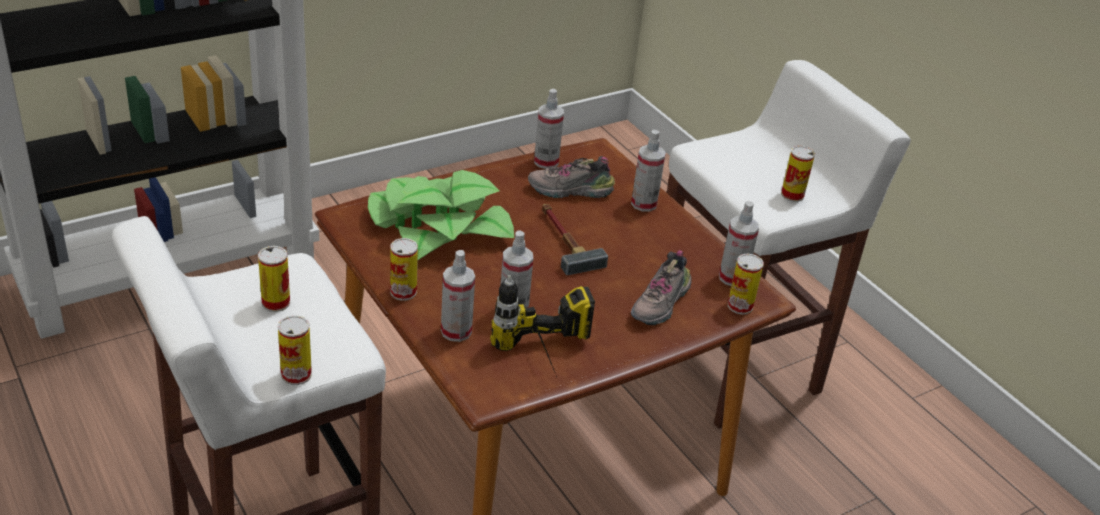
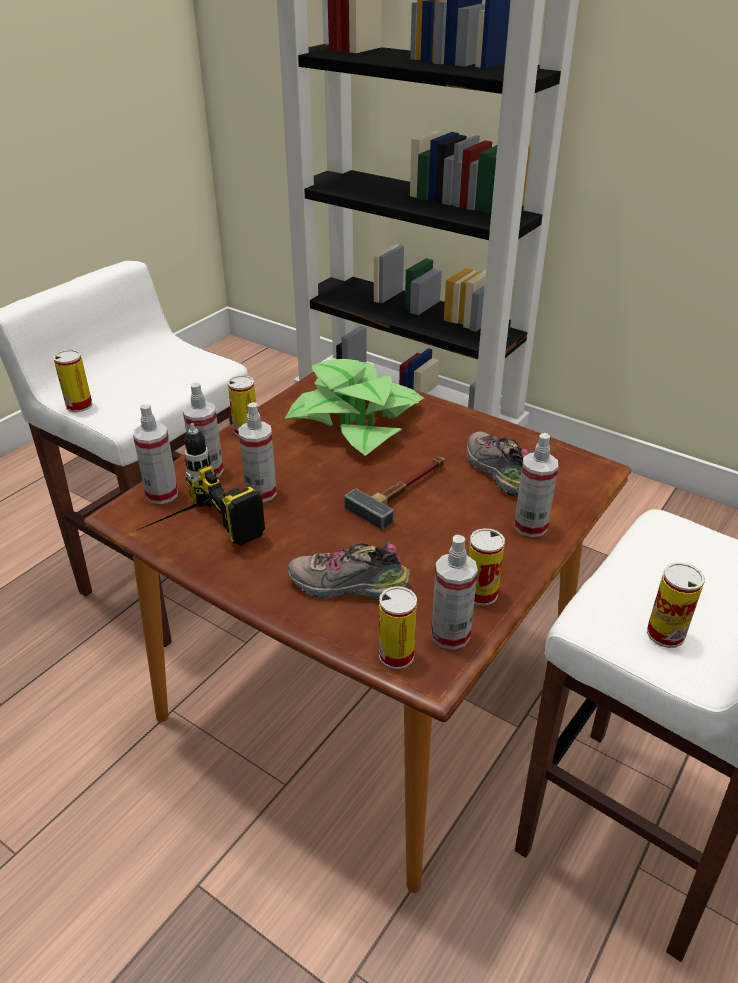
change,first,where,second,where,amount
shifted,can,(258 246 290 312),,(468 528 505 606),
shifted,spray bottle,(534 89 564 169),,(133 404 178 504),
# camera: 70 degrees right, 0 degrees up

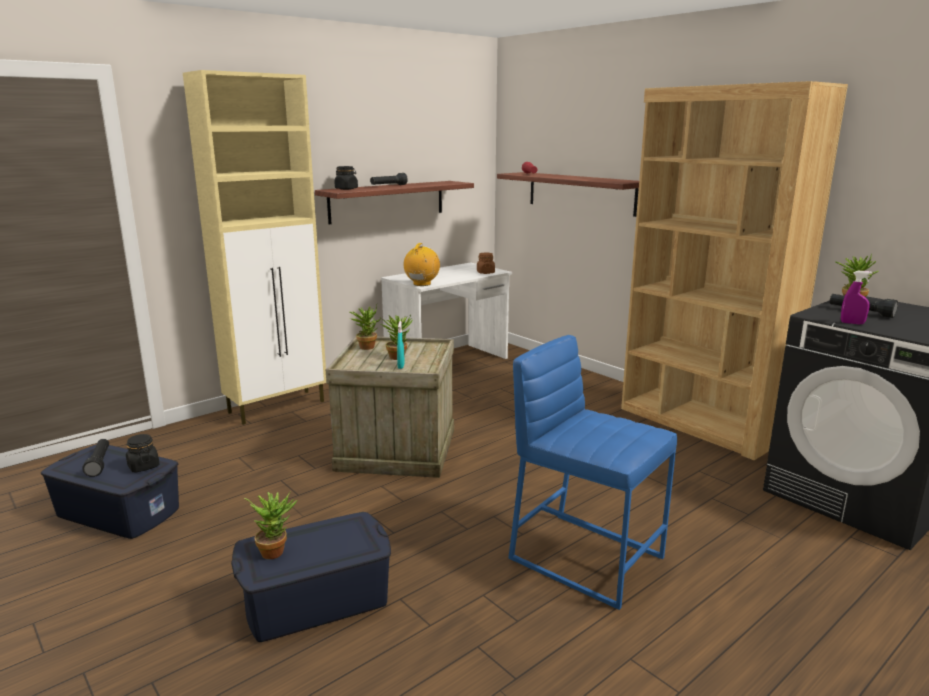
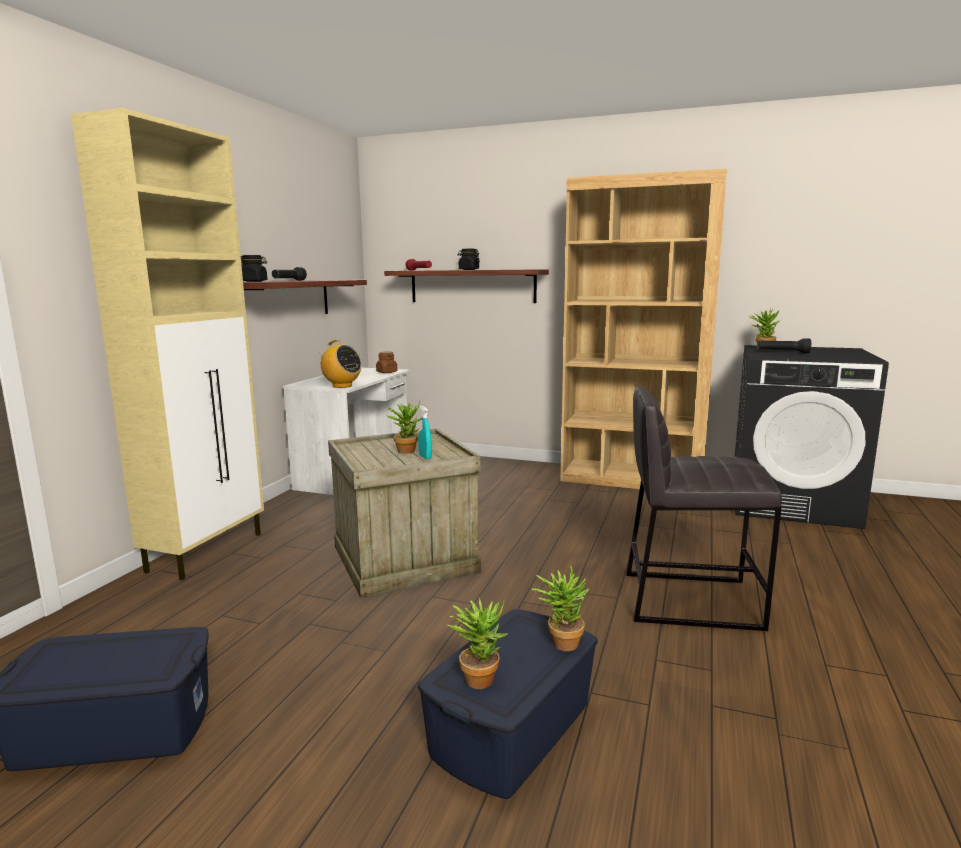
change,first,where,second,where,amount
gone,black flashlight,(82 439 109 477),,,
gone,purple spray bottle,(841 271 873 324),,,
shifted,black jar,(126 434 160 472),,(458 249 480 270),
shifted,potted plant,(349 305 381 350),,(532 563 589 651),
repainted,blue stool,(509 335 677 610),grey stool,(626 386 782 631),
rotated,radio,(404 243 440 286),,(317 340 362 388),135 degrees clockwise
# camera: 30 degrees left, 5 degrees down

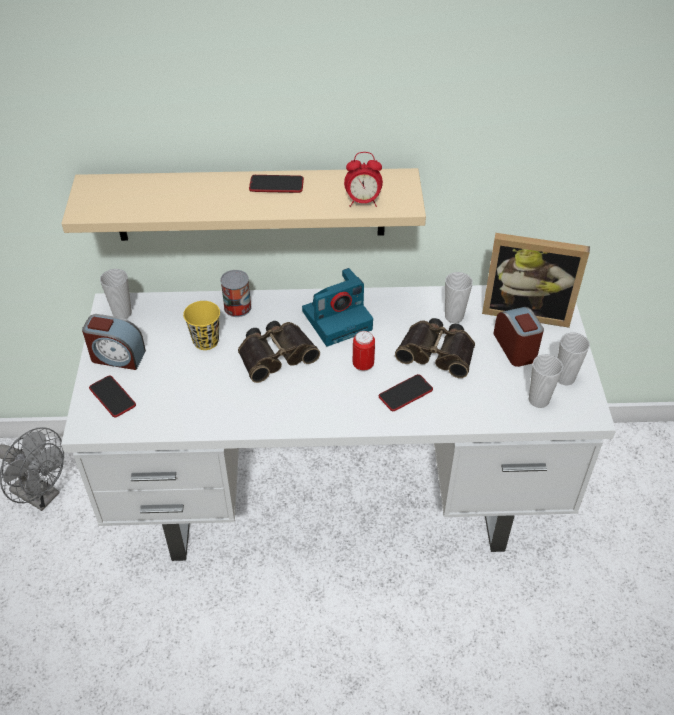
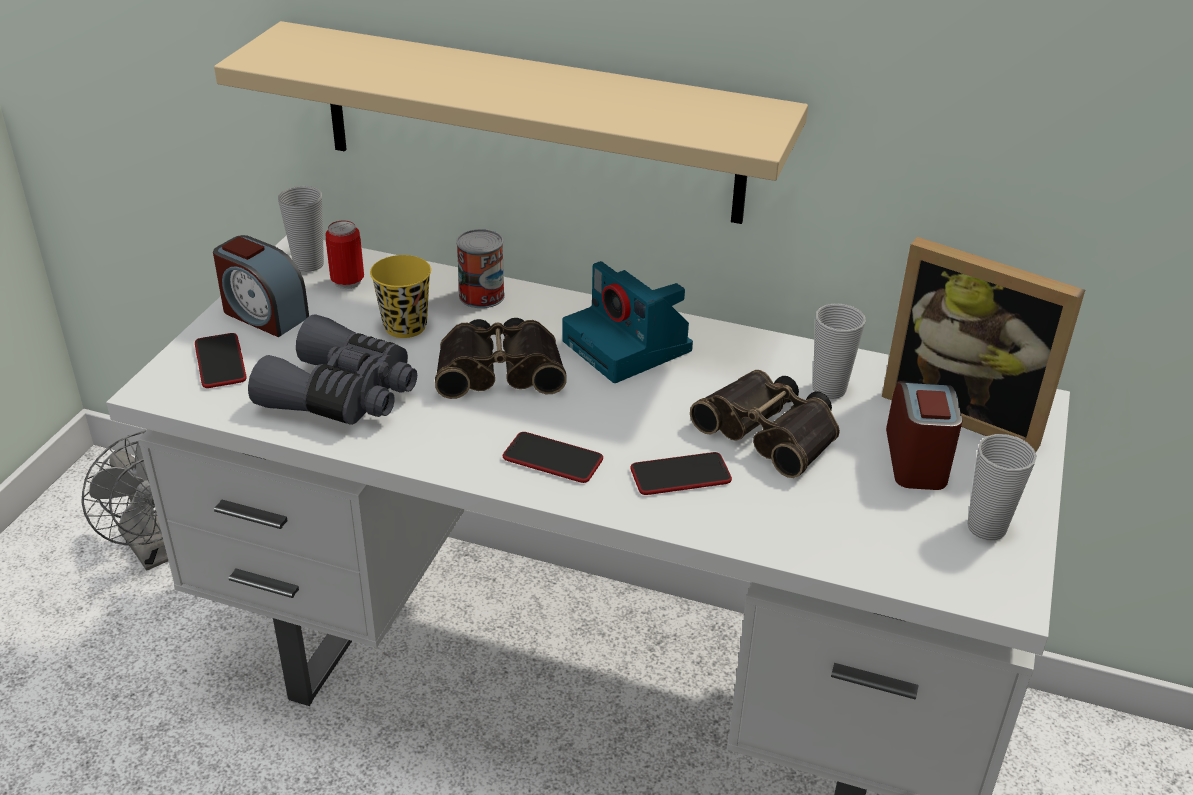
change,first,where,second,where,amount
gone,alarm clock,(344 152 383 207),,,
gone,cup,(529 354 563 408),,,
new,,,grey binoculars,(248 314 417 425),
shifted,phone,(249 175 304 193),,(503 432 603 483),
shifted,can,(353 331 375 372),,(325 221 364 289),
rotated,photo camera,(302 268 373 346),,(562 261 693 383),60 degrees clockwise
# camera: 20 degrees right, 10 degrees down

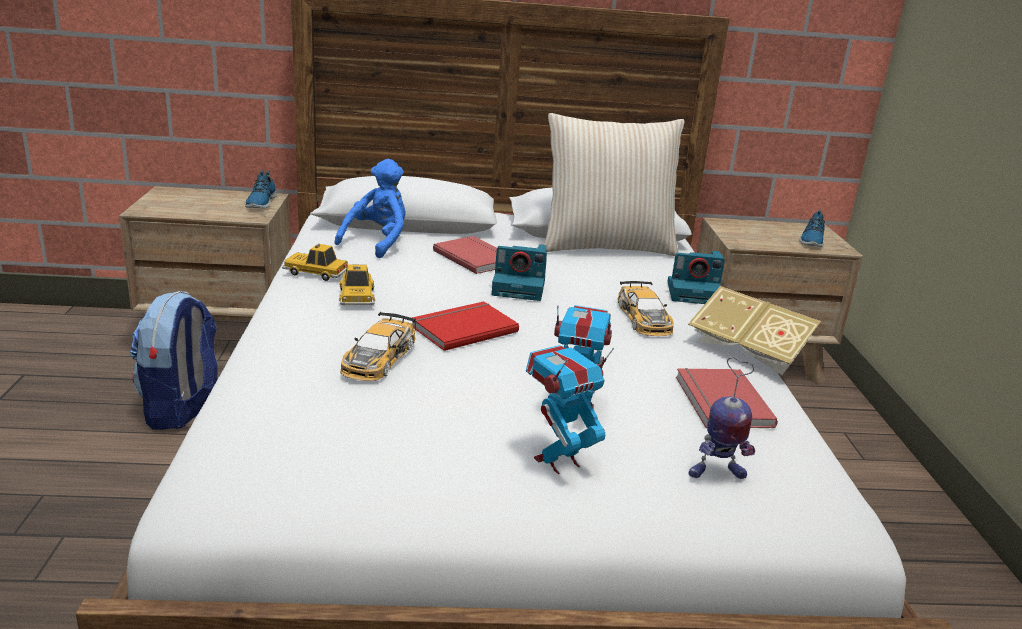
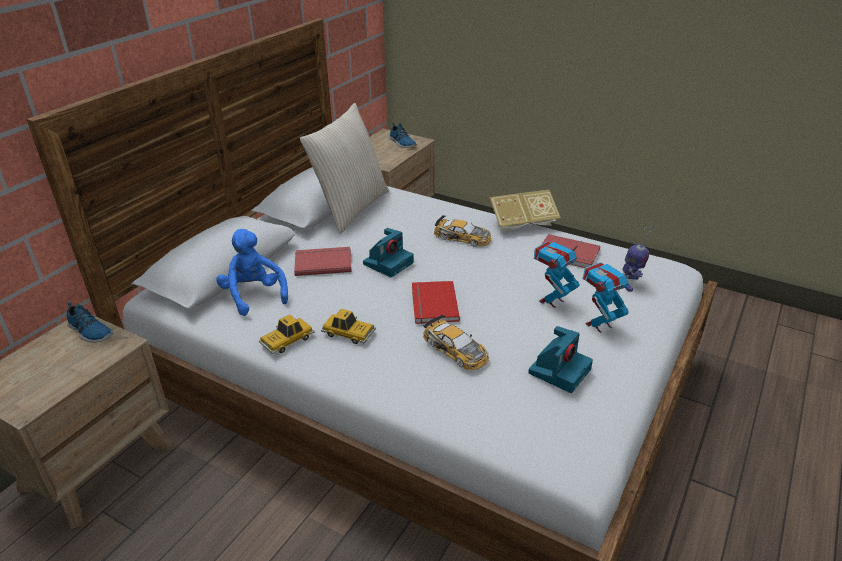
change,first,where,second,where,amount
gone,backpack,(130 291 218 430),,,
shifted,photo camera,(667 251 725 304),,(528 326 593 393),
rotated,toy robot,(526 345 614 474),,(583 262 635 333),60 degrees clockwise
# camera: 55 degrees left, 10 degrees up

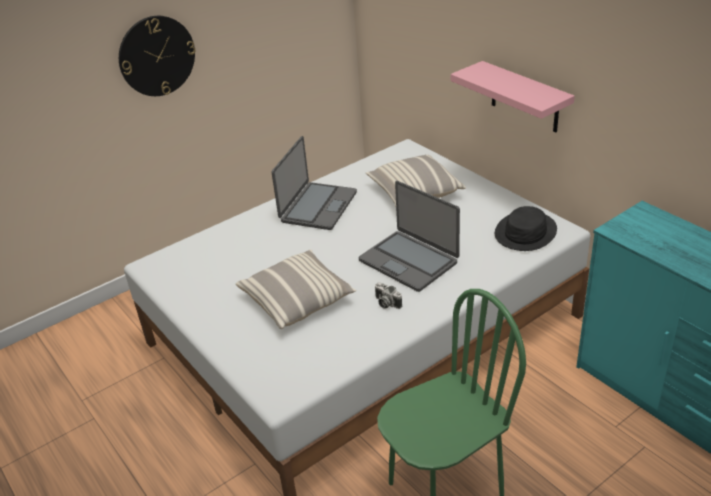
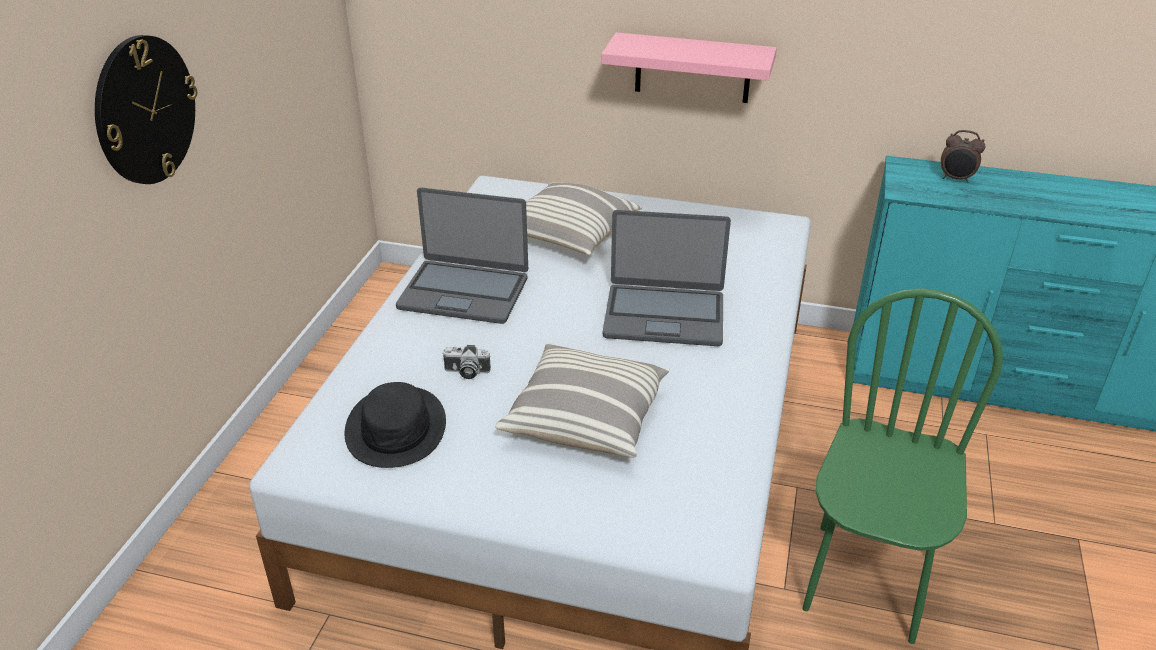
change,first,where,second,where,amount
new,,,alarm clock,(941 130 985 183),
shifted,photo camera,(375 282 402 309),,(442 345 491 379),
shifted,black hat,(495 206 557 251),,(345 382 446 468),
rotated,laptop,(271 136 357 230),,(396 187 528 324),120 degrees clockwise
# camera: 40 degrees left, 0 degrees up

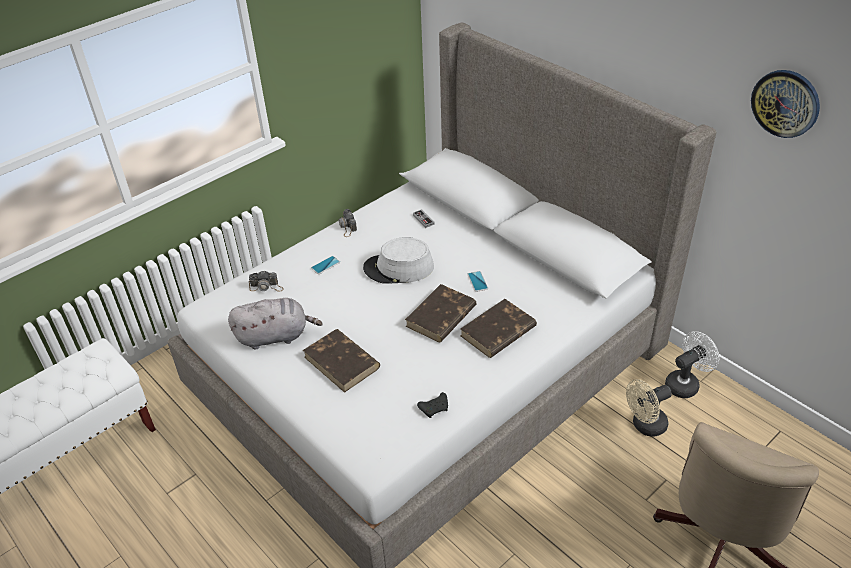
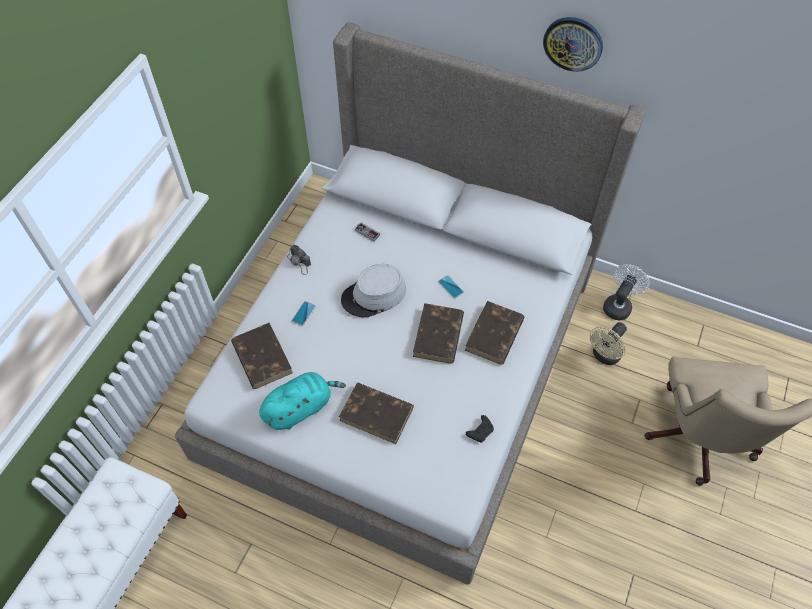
change,first,where,second,where,amount
shifted,wall clock,(751 70 820 138),,(543 17 603 72),
swapped,photo camera,(249 270 284 292),brown book,(231 323 293 389),
repainted,grey plush toy,(228 298 323 349),turquoise plush toy,(259 372 346 430),
# camera: 25 degrees left, 15 degrees up

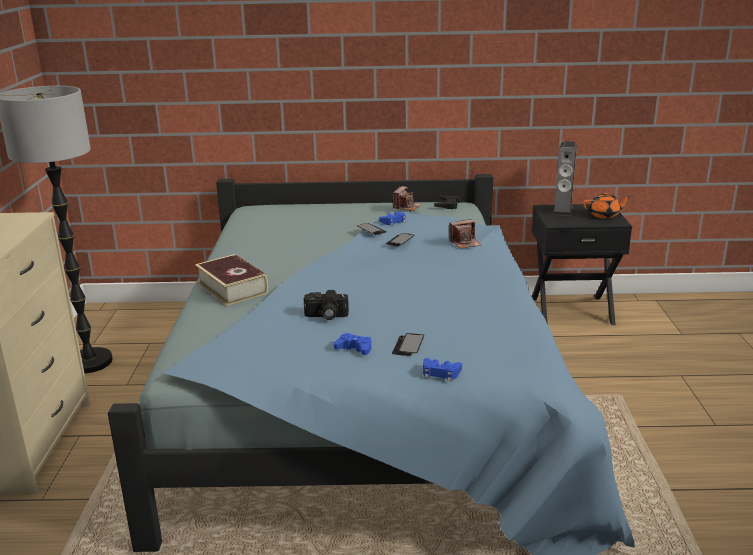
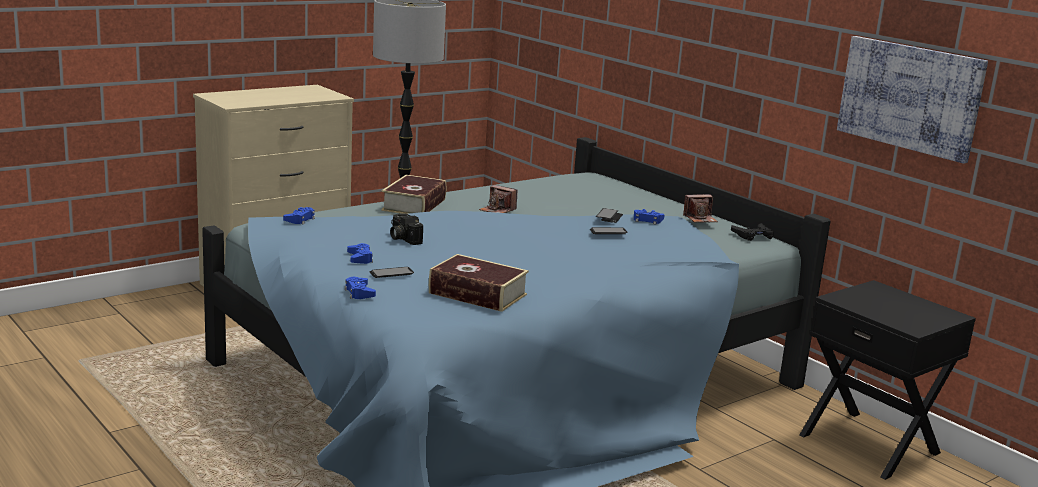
change,first,where,second,where,amount
gone,speaker,(553 141 577 216),,,
gone,orange teapot,(583 192 631 218),,,
new,,,blue game controller,(283 207 315 225),
new,,,book,(429 254 529 312),
new,,,picture,(837 36 988 164),
shifted,photo camera,(449 219 481 249),,(479 185 517 213),
# camera: 50 degrees right, 5 degrees down

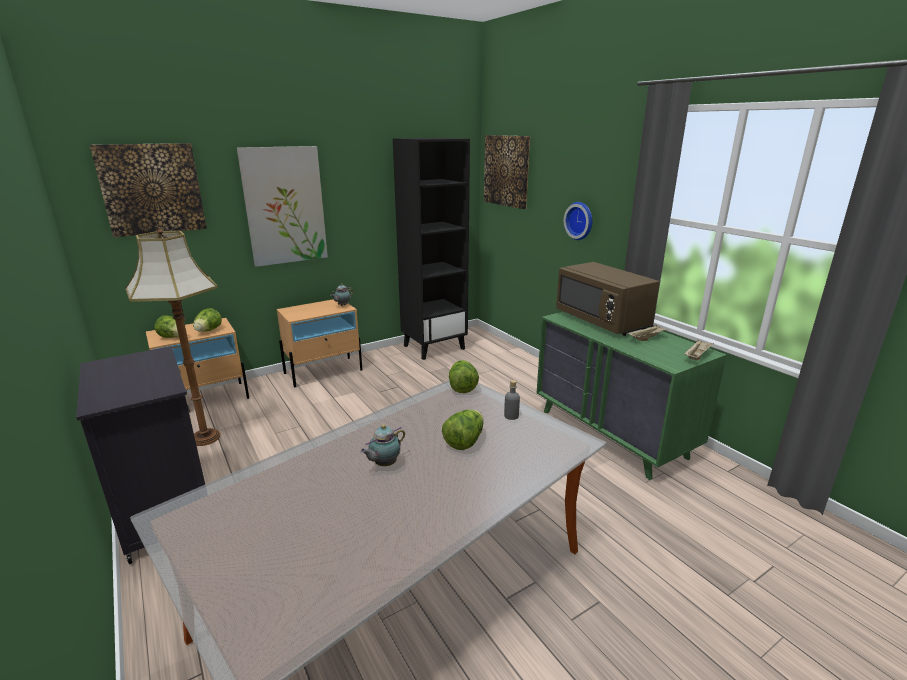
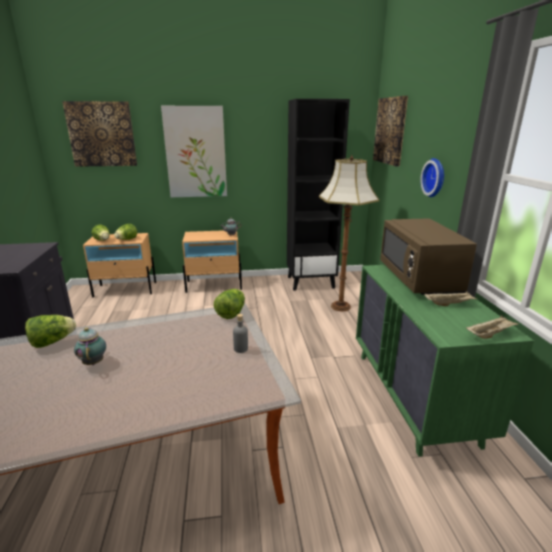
change,first,where,second,where,amount
shifted,floor lamp,(126 227 220 446),,(319 155 379 311),
shifted,lettuce,(442 410 484 450),,(25 315 76 348),
rotated,teapot,(360 424 405 466),,(74 327 106 365),90 degrees clockwise
# camera: 25 degrees right, 0 degrees up

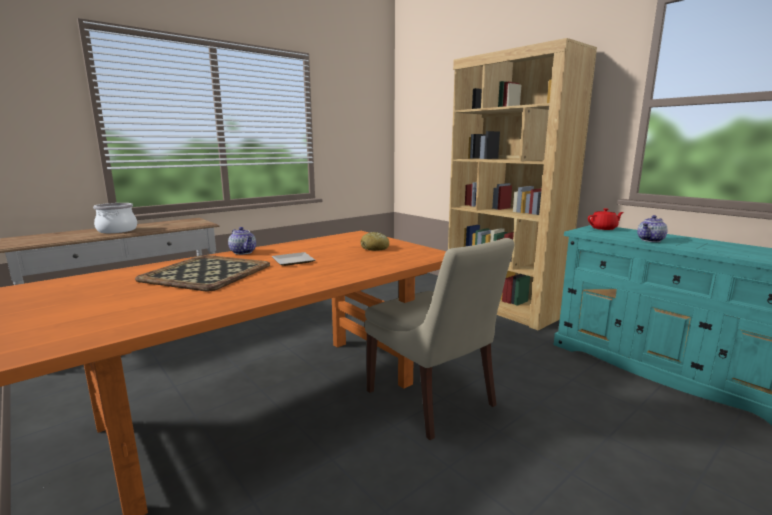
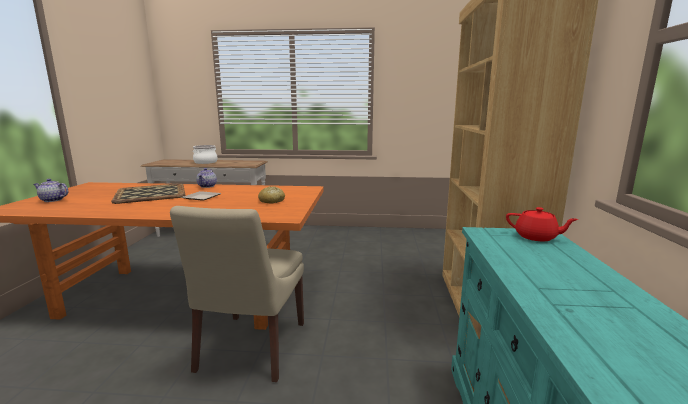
change,first,where,second,where,amount
shifted,teapot,(637 215 668 242),,(34 179 68 202),
# camera: 45 degrees right, 0 degrees up

